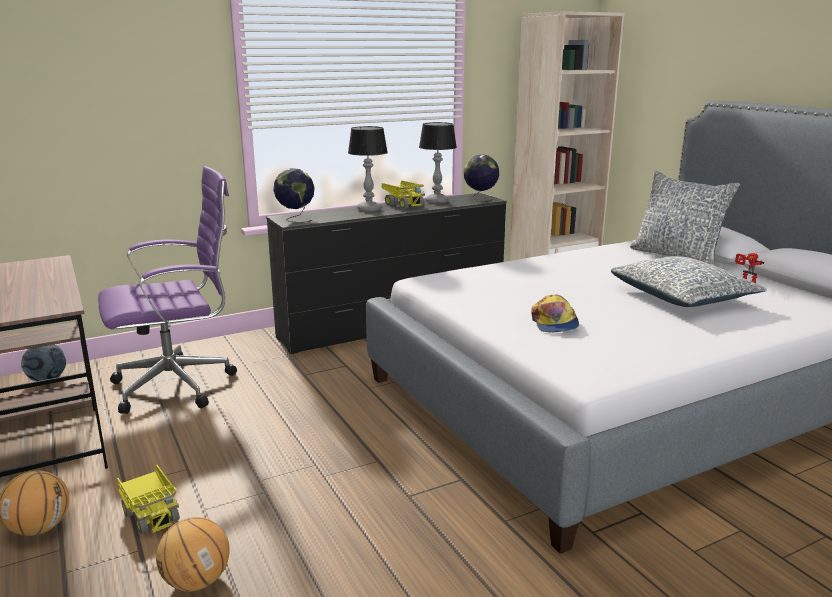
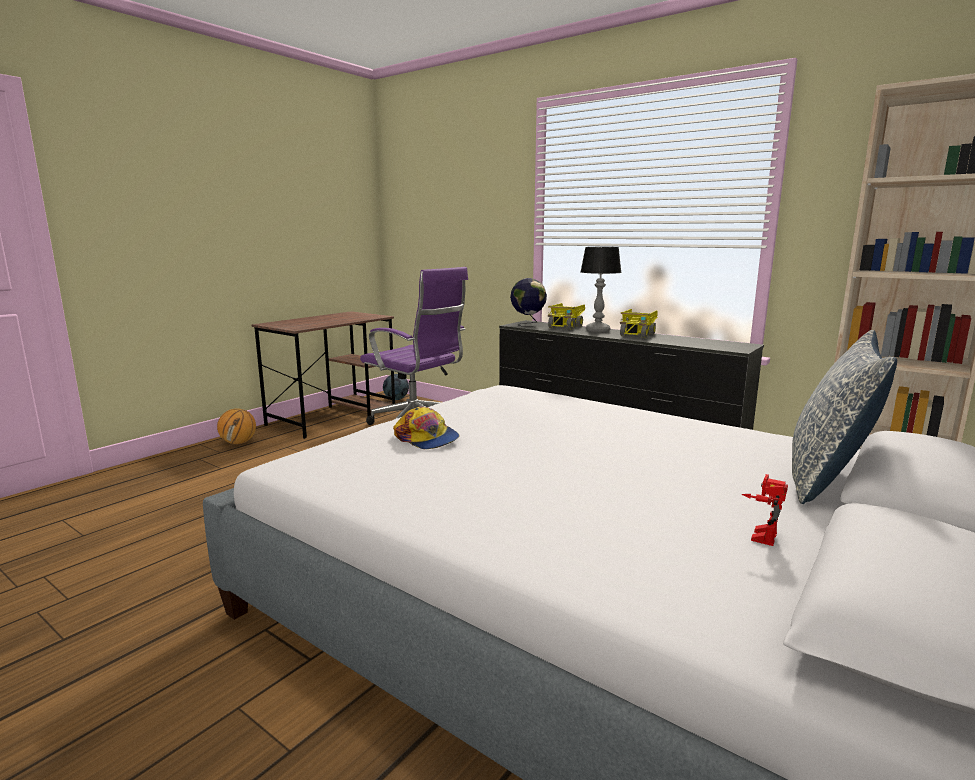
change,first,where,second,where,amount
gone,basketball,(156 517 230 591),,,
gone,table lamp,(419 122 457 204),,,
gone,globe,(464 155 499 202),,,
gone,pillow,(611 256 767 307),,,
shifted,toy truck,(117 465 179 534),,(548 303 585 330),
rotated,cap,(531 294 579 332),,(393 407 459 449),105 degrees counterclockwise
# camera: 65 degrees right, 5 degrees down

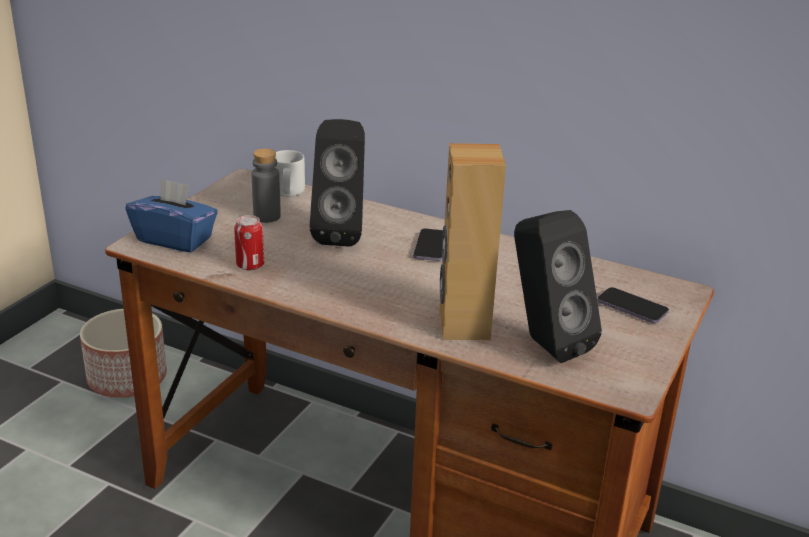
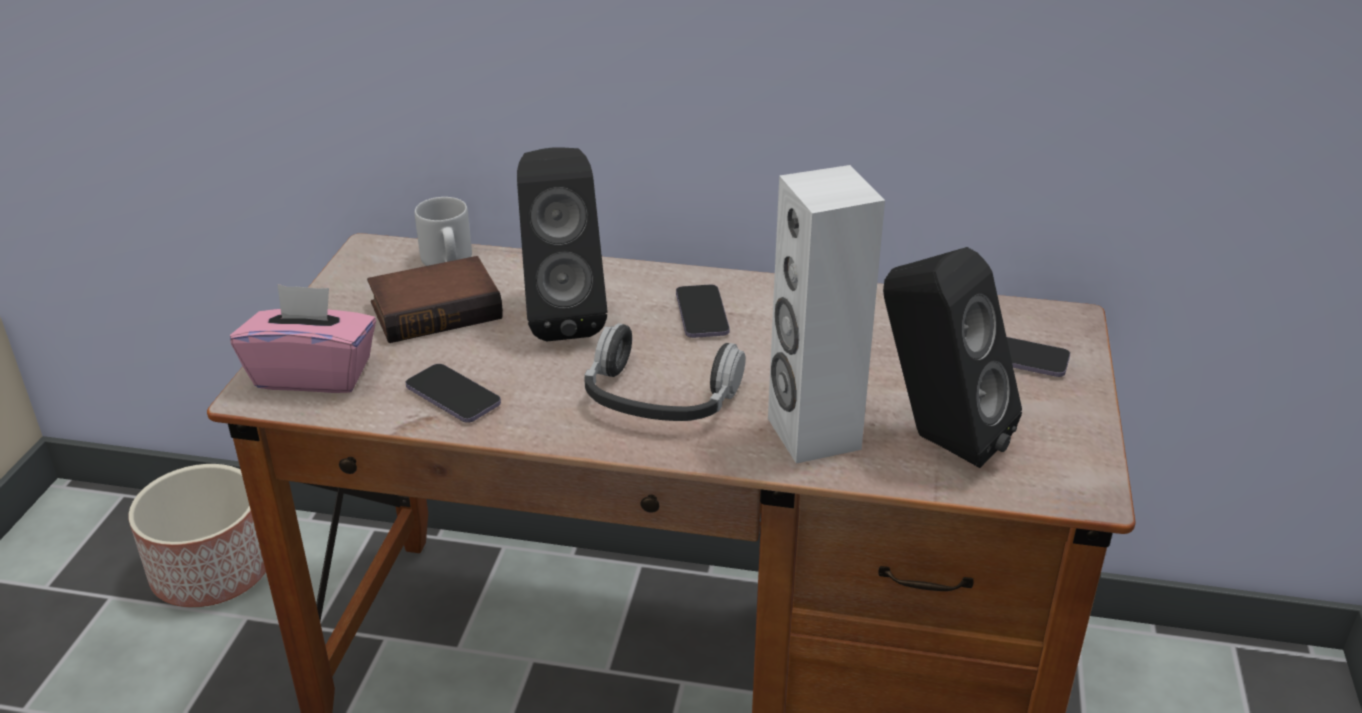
change,first,where,second,where,amount
new,,,headphones,(584 323 746 421),
swapped,can,(234 215 264 270),phone,(406 364 501 423),
swapped,grey bottle,(252 149 281 223),book,(367 256 503 343),
repainted,blue tissue box,(125 178 218 253),pink tissue box,(230 284 376 393),
repainted,brown speaker,(439 143 506 340),white speaker,(768 165 885 464),
# camera: 15 degrees left, 5 degrees up

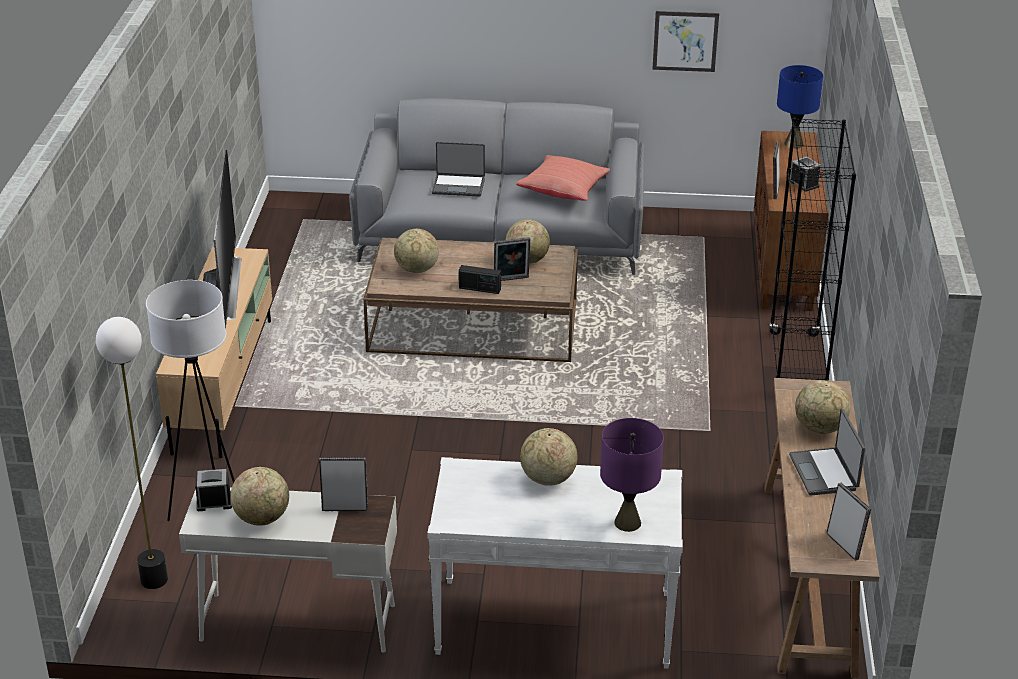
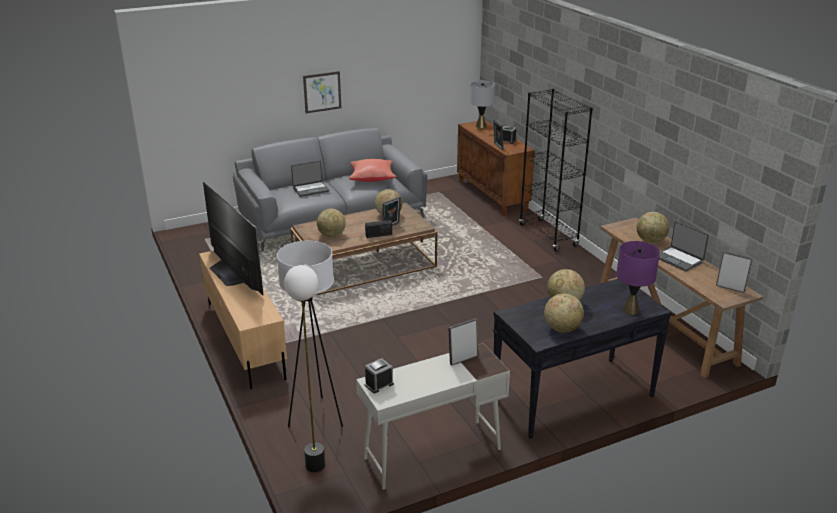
change,first,where,second,where,amount
shifted,globe,(230 467 289 526),,(544 293 584 333),
shifted,picture,(652 11 719 72),,(303 71 341 113),
repainted,white console table,(427 457 683 669),black console table,(493 278 672 439),
repainted,blue table lamp,(777 65 823 149),grey table lamp,(470 81 495 128),
# camera: 30 degrees left, 5 degrees down

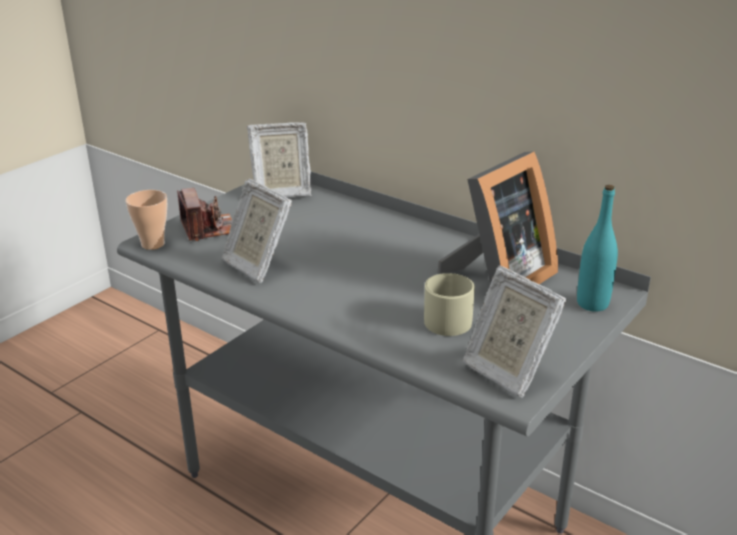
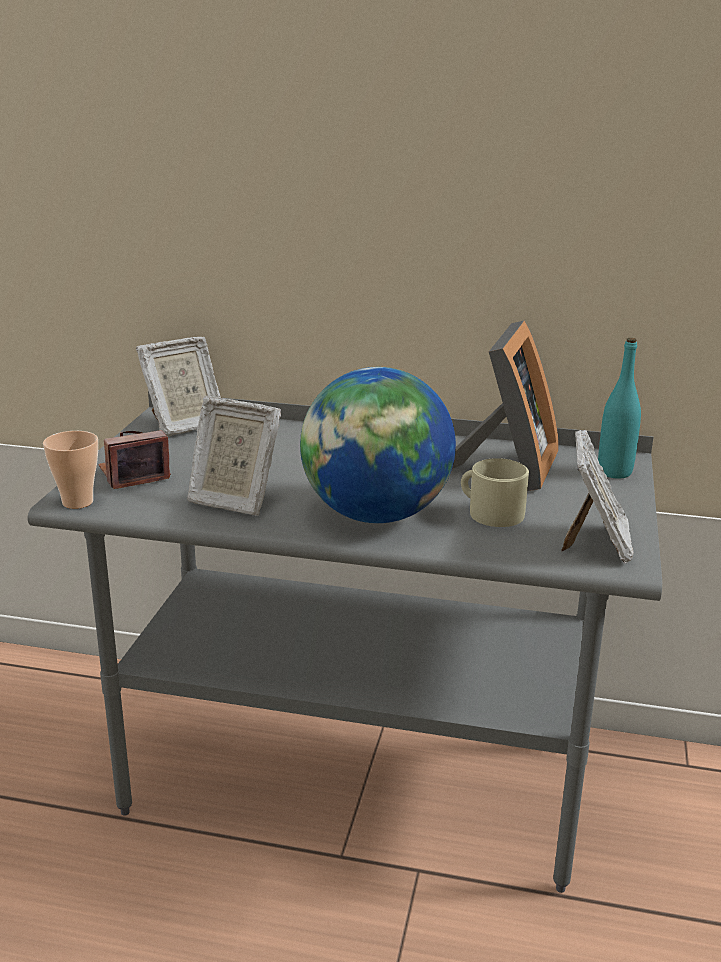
change,first,where,second,where,amount
new,,,globe,(300 367 456 523),
rotated,photo camera,(177 188 233 241),,(98 430 171 489),75 degrees counterclockwise
rotated,picture frame,(463 266 567 398),,(561 430 634 564),105 degrees counterclockwise
# camera: 25 degrees left, 5 degrees down

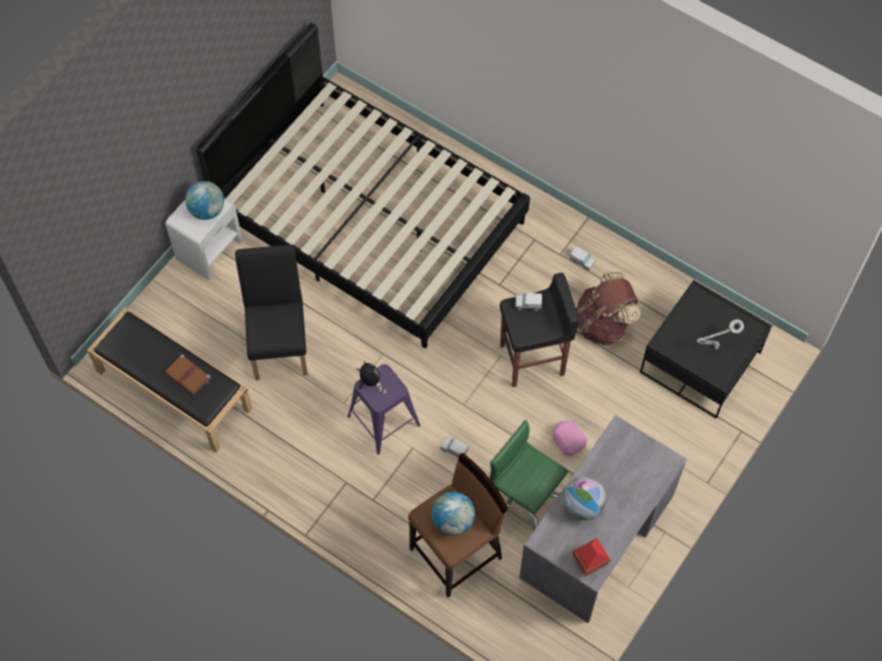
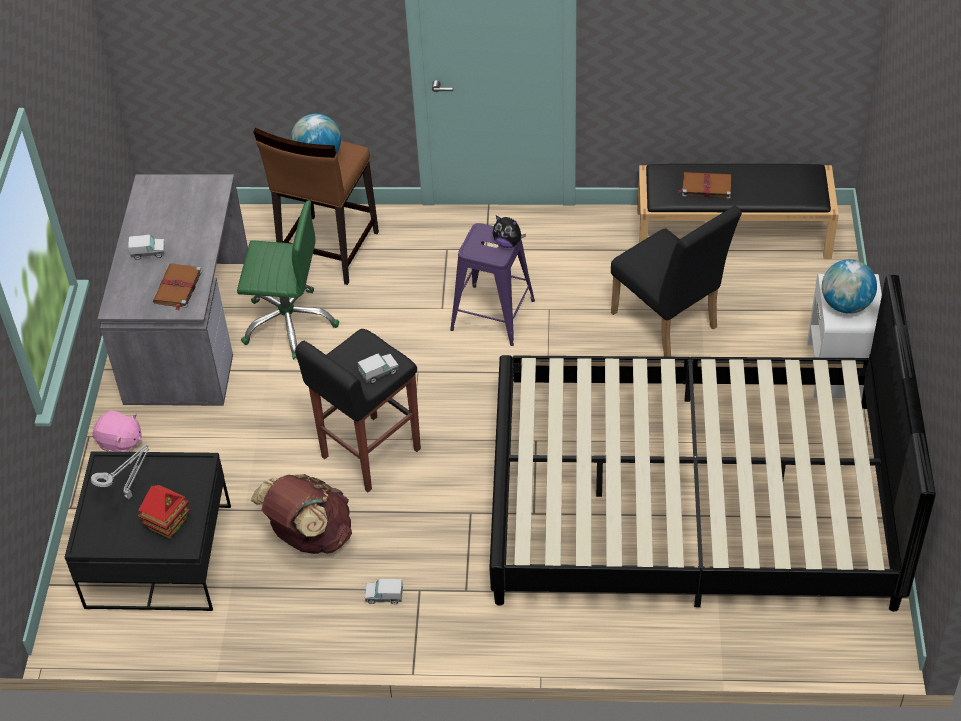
change,first,where,second,where,amount
gone,globe,(563 477 606 520),,,
new,,,brown book,(153 264 202 310),
shifted,toy truck,(440 437 469 458),,(128 235 165 260),
shifted,pink plush toy,(552 419 587 456),,(93 410 142 452),
shifted,toy house,(572 538 611 576),,(138 485 190 539),
# camera: 150 degrees right, 15 degrees down

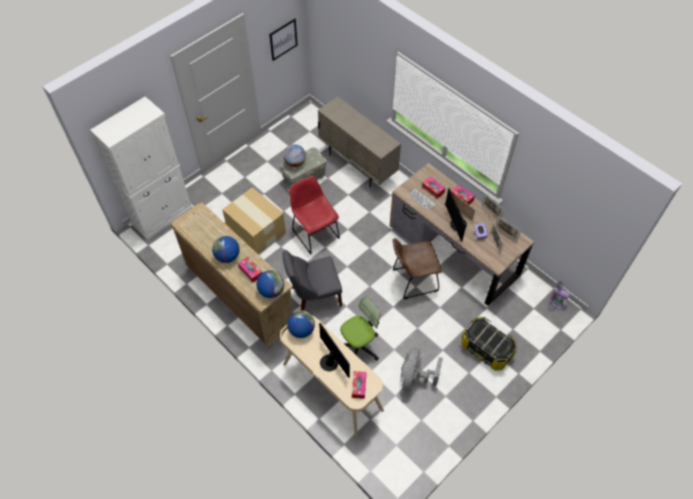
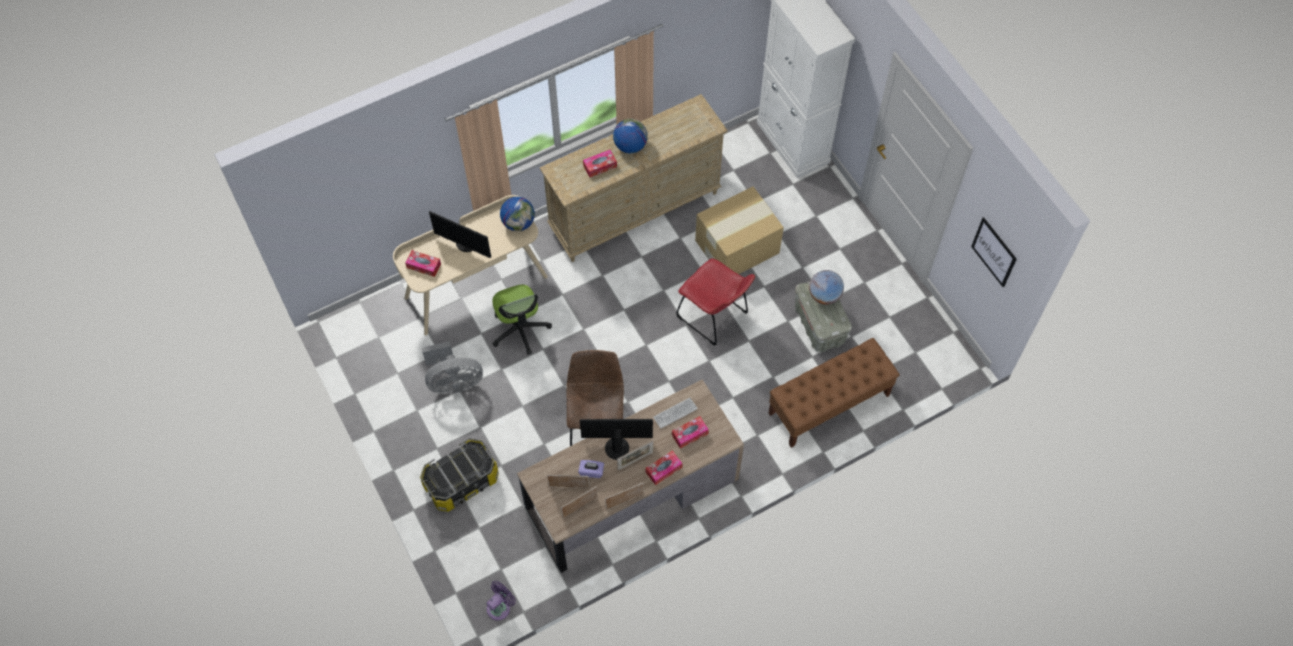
change,first,where,second,where,amount
gone,globe,(256 270 284 298),,,
gone,grey chair,(282 250 342 311),,,
swapped,beige cabinet,(318 97 401 188),brown bench,(768 338 900 448),
rotated,red chair,(289 176 340 254),,(676 258 755 346),60 degrees clockwise
rotated,monitor,(319 323 350 378),,(429 211 491 258),45 degrees clockwise
rotated,grey fan,(401 348 443 391),,(422 341 483 394),135 degrees clockwise
# camera: 105 degrees right, 5 degrees up

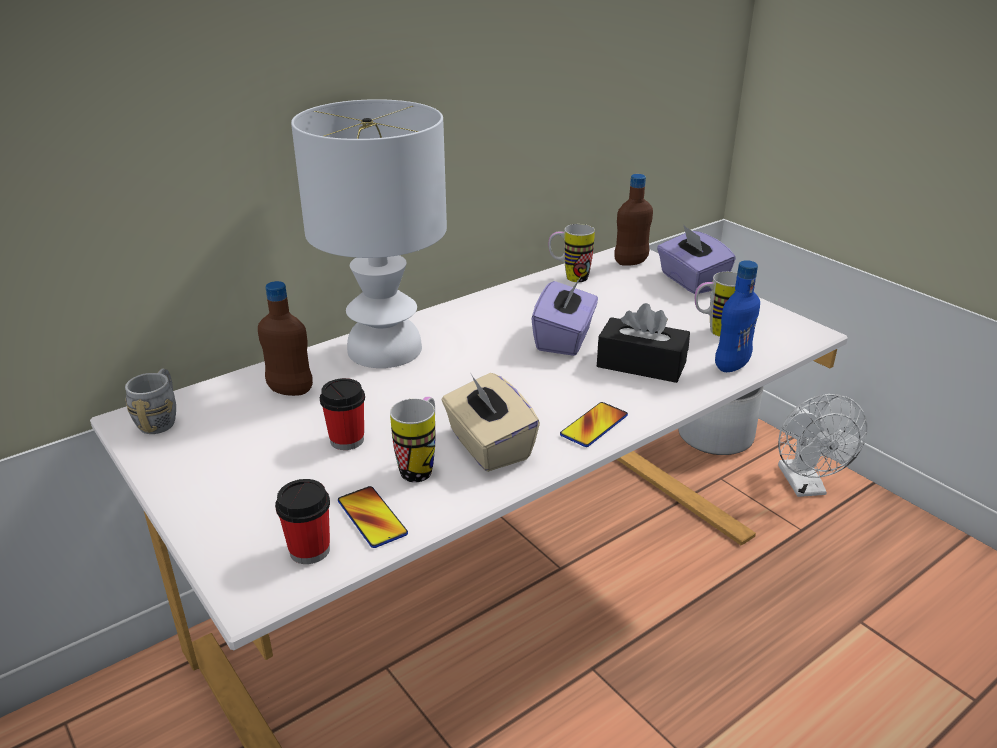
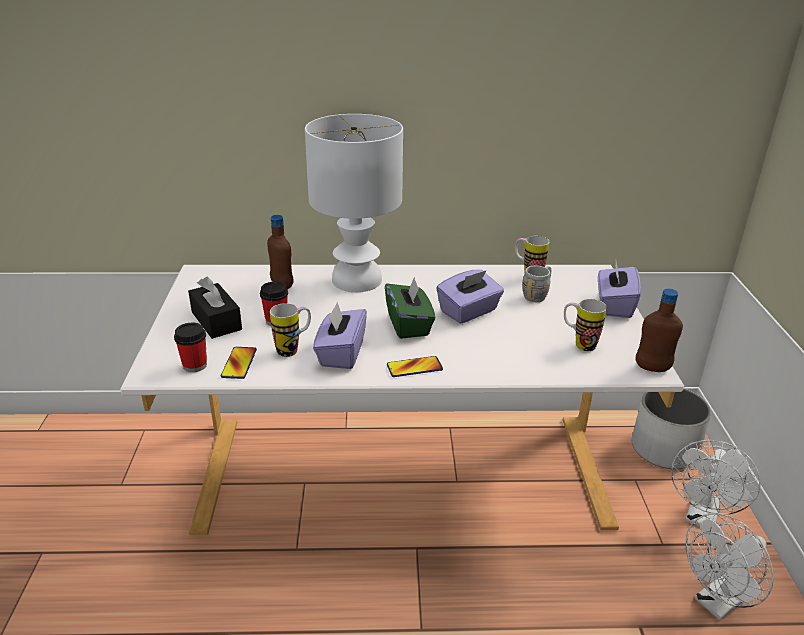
change,first,where,second,where,amount
gone,blue bottle,(715 260 760 372),,,
new,,,green tissue box,(385 276 435 339),
new,,,white fan,(686 513 774 620),
shifted,grey mug,(125 369 176 434),,(522 265 551 302),
shifted,black tissue box,(597 303 690 383),,(188 276 242 339),
shifted,brown bottle,(614 174 653 266),,(635 289 683 372),
repainted,beige tissue box,(442 373 540 472),purple tissue box,(313 302 367 369),
# camera: 35 degrees right, 0 degrees up

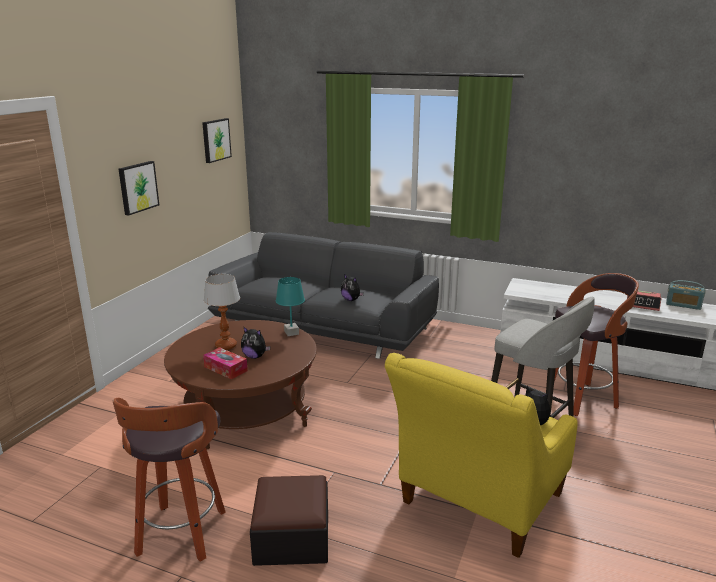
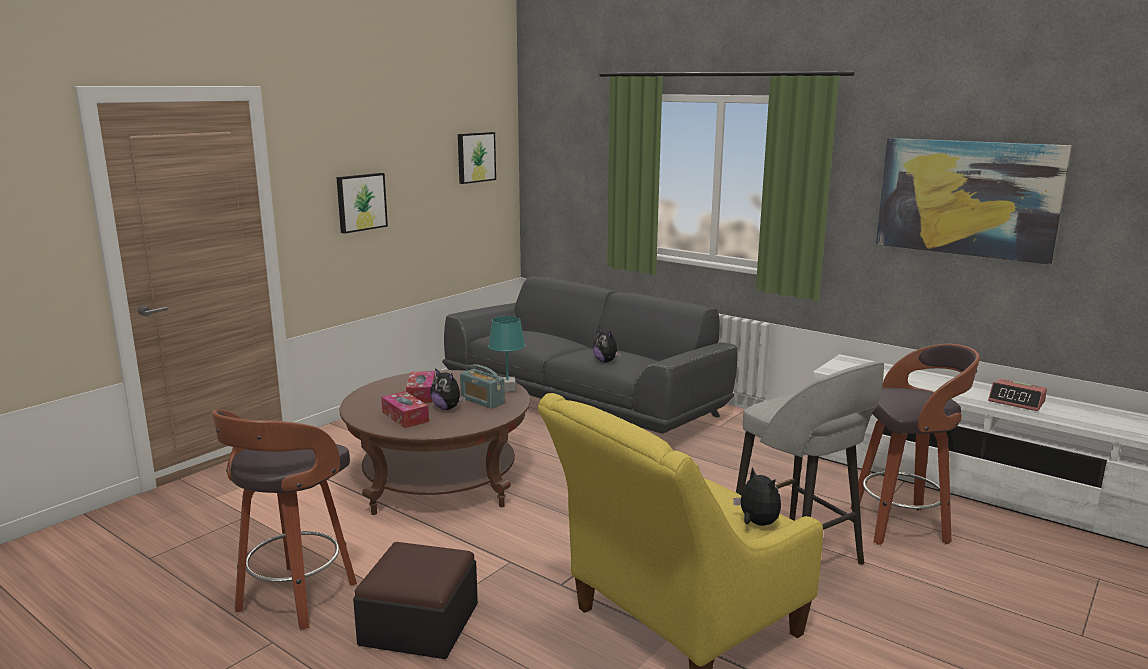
change,first,where,second,where,amount
new,,,picture,(876 138 1072 264),
shifted,radio,(666 280 705 310),,(460 364 505 409),
swapped,table lamp,(204 274 240 350),tissue box,(406 371 435 403),
# camera: 15 degrees right, 5 degrees down

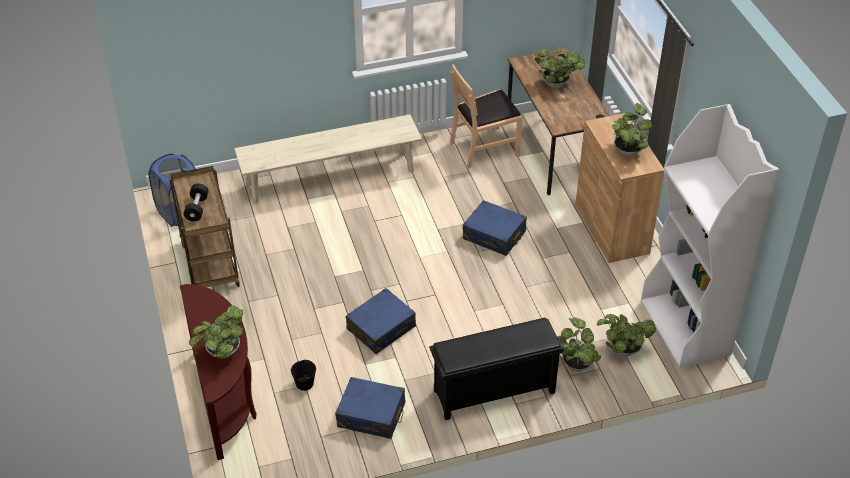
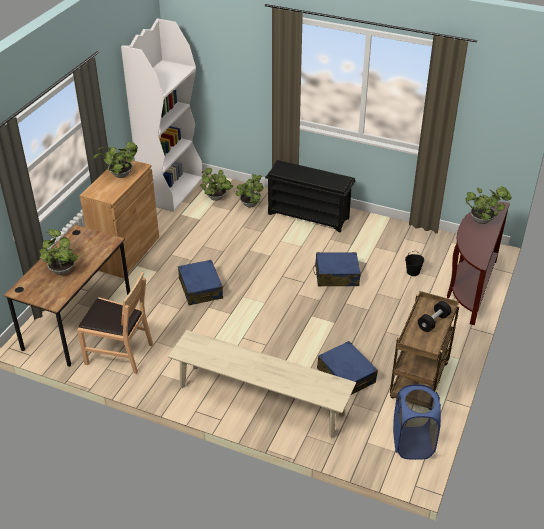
change,first,where,second,where,amount
shifted,blue suitcase,(335 377 405 439),,(317 341 378 395),
# camera: 140 degrees left, 5 degrees down

